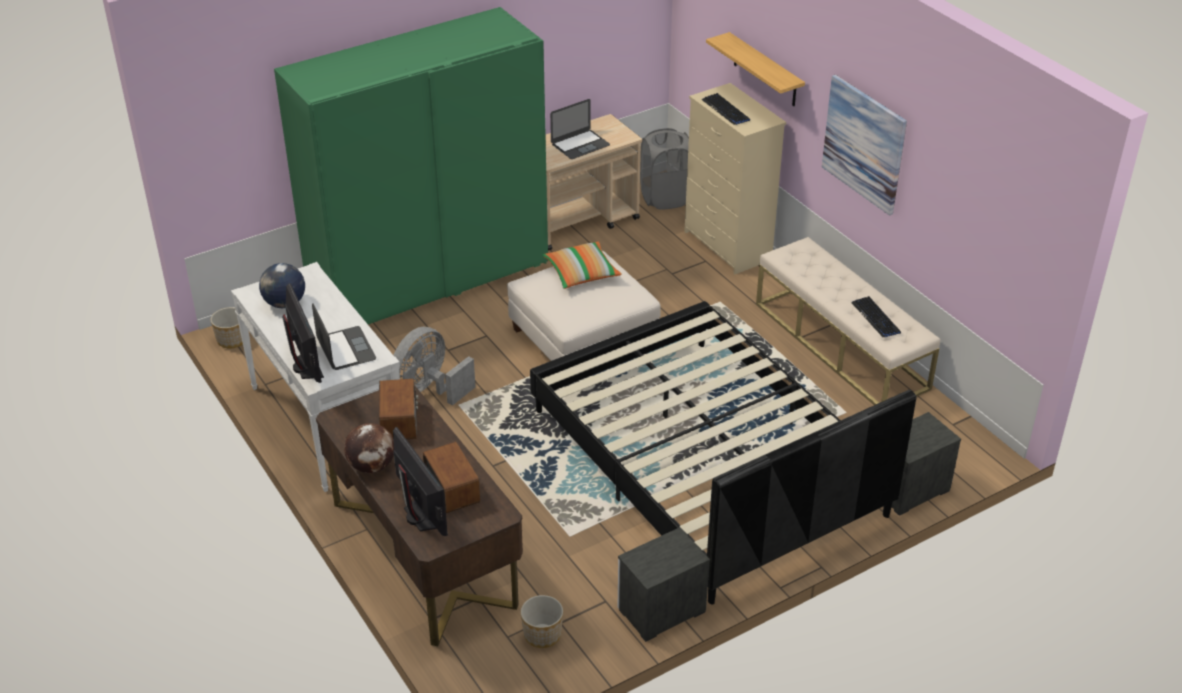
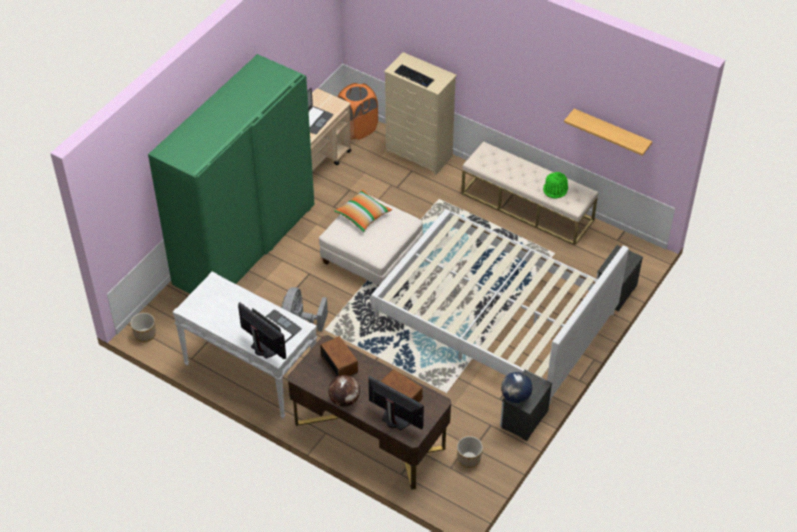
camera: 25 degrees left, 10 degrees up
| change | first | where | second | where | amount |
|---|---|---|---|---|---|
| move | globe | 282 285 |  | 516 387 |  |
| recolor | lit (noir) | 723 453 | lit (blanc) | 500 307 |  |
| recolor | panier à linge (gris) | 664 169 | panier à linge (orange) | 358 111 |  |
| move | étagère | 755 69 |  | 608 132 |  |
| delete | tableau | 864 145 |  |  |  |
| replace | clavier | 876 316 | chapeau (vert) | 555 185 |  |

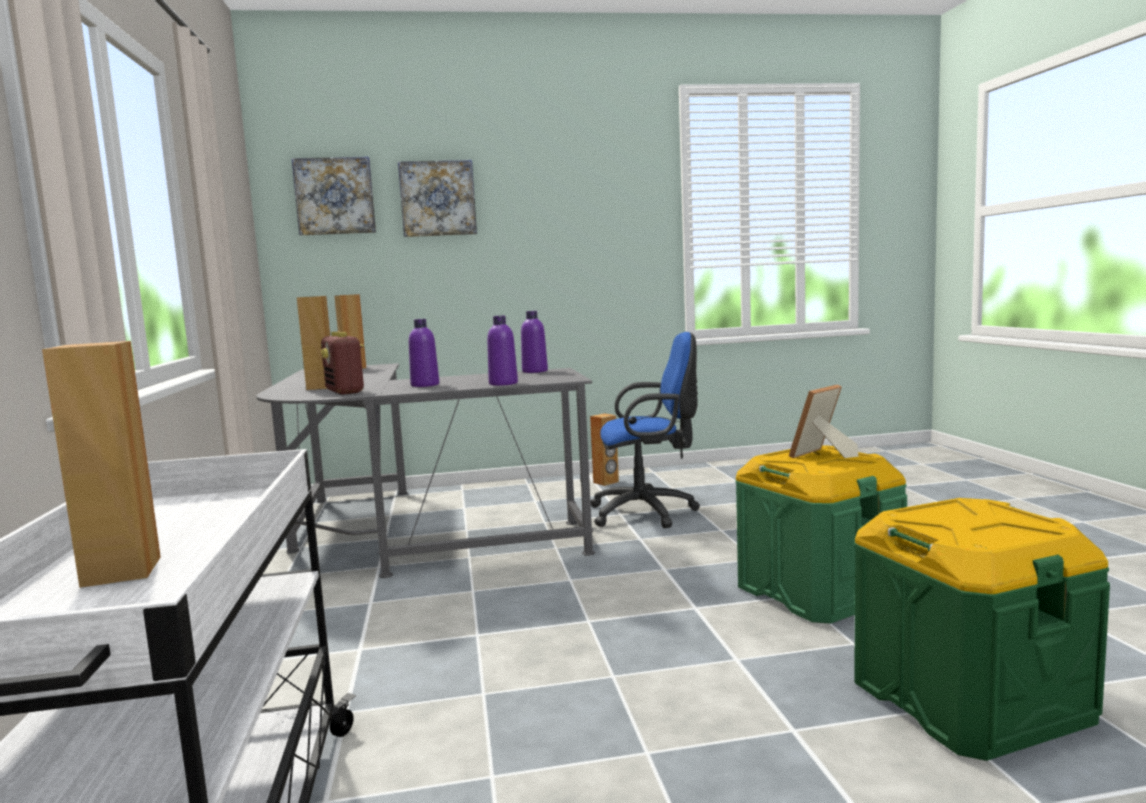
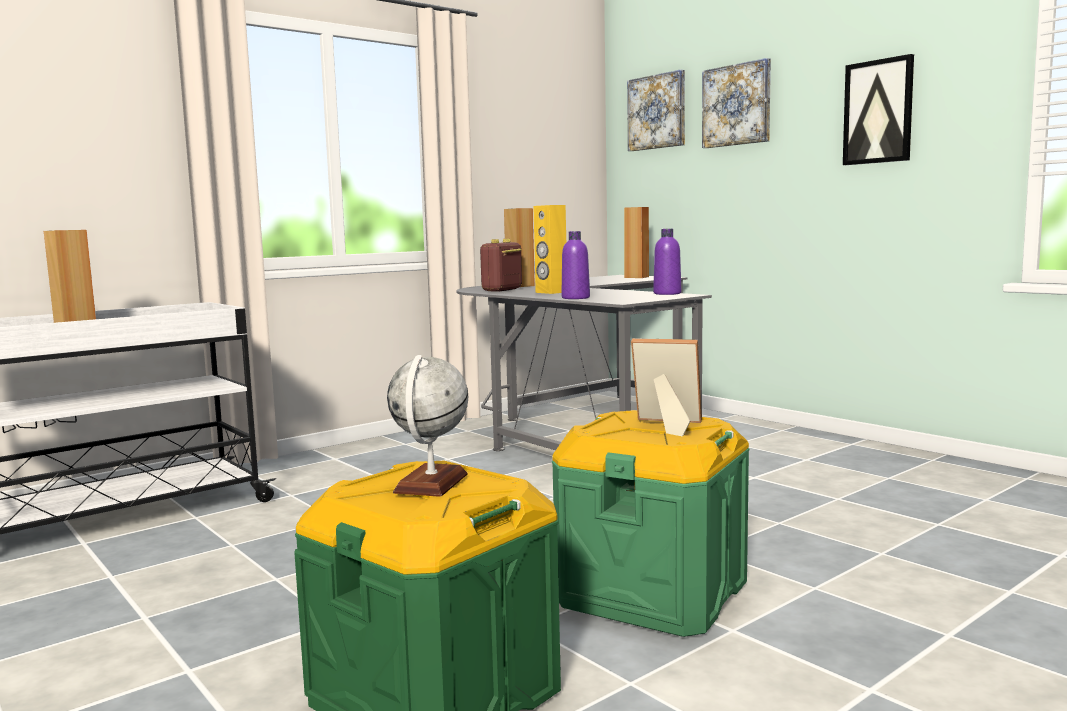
camera: 60 degrees right, 0 degrees up
| change | first | where | second | where | amount |
|---|---|---|---|---|---|
| replace | bouteille (violet) | 424 353 | enceinte (jaune) | 549 249 |  |
| delete | chaise de bureau (bleu) | 645 430 |  |  |  |
| delete | enceinte (marron) | 604 449 |  |  |  |
| insert |  |  | globe | 427 426 |  |
| insert |  |  | tableau | 878 109 |  |

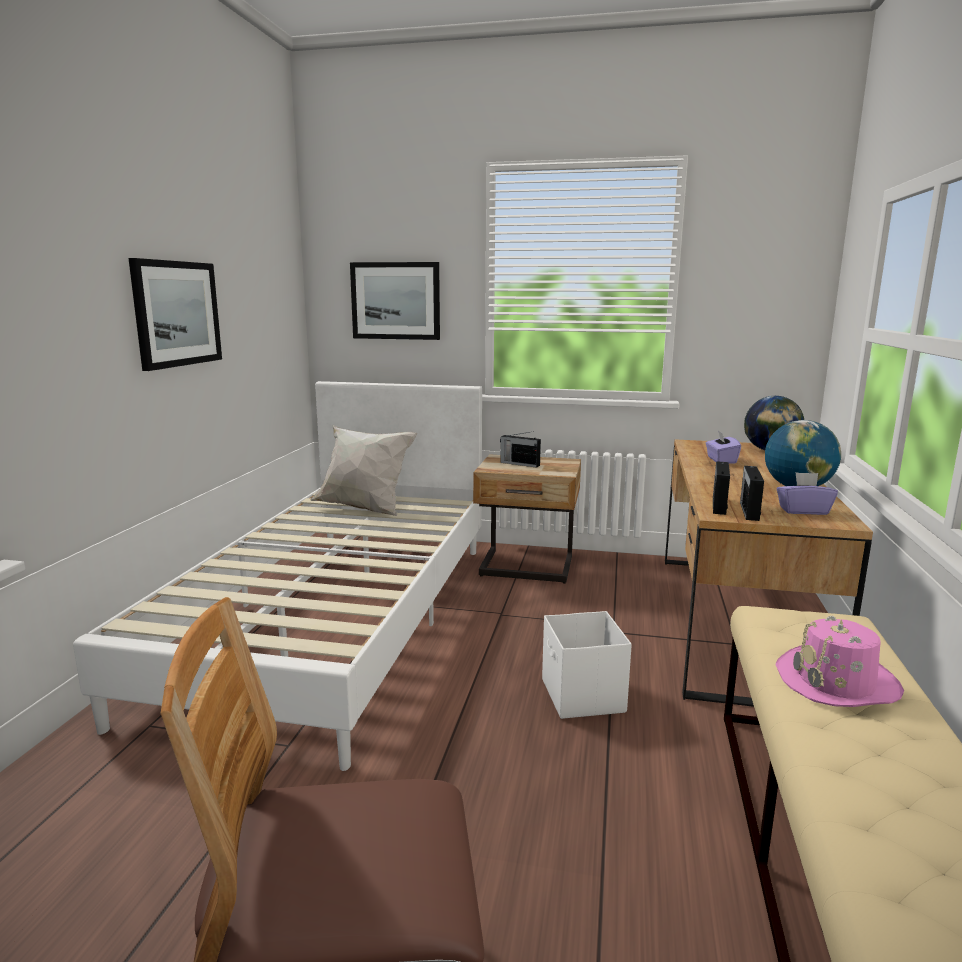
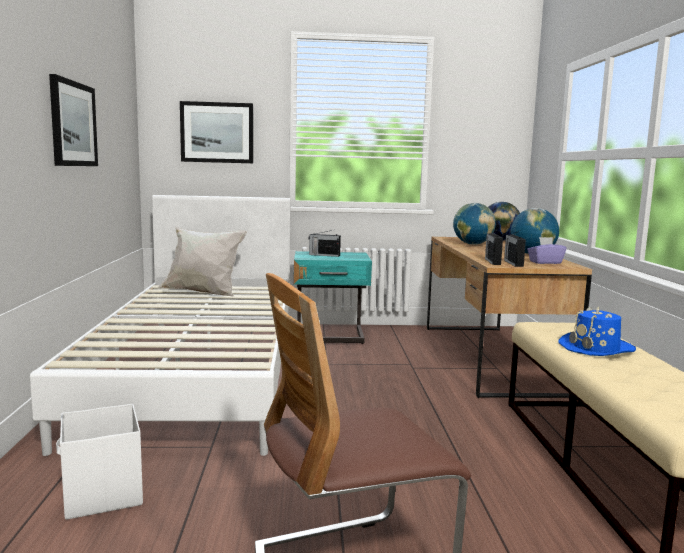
camera: 15 degrees left, 5 degrees down
| change | first | where | second | where | amount |
|---|---|---|---|---|---|
| recolor | table de chevet (beige) | 527 519 | table de chevet (turquoise) | 333 297 |  |
| move | boîte de rangement (blanc) | 587 665 |  | 99 462 |  |
| replace | boîte à mouchoirs (violet) | 723 447 | globe | 474 224 |  |
| recolor | chapeau (rose) | 840 661 | chapeau (bleu) | 597 331 |  |

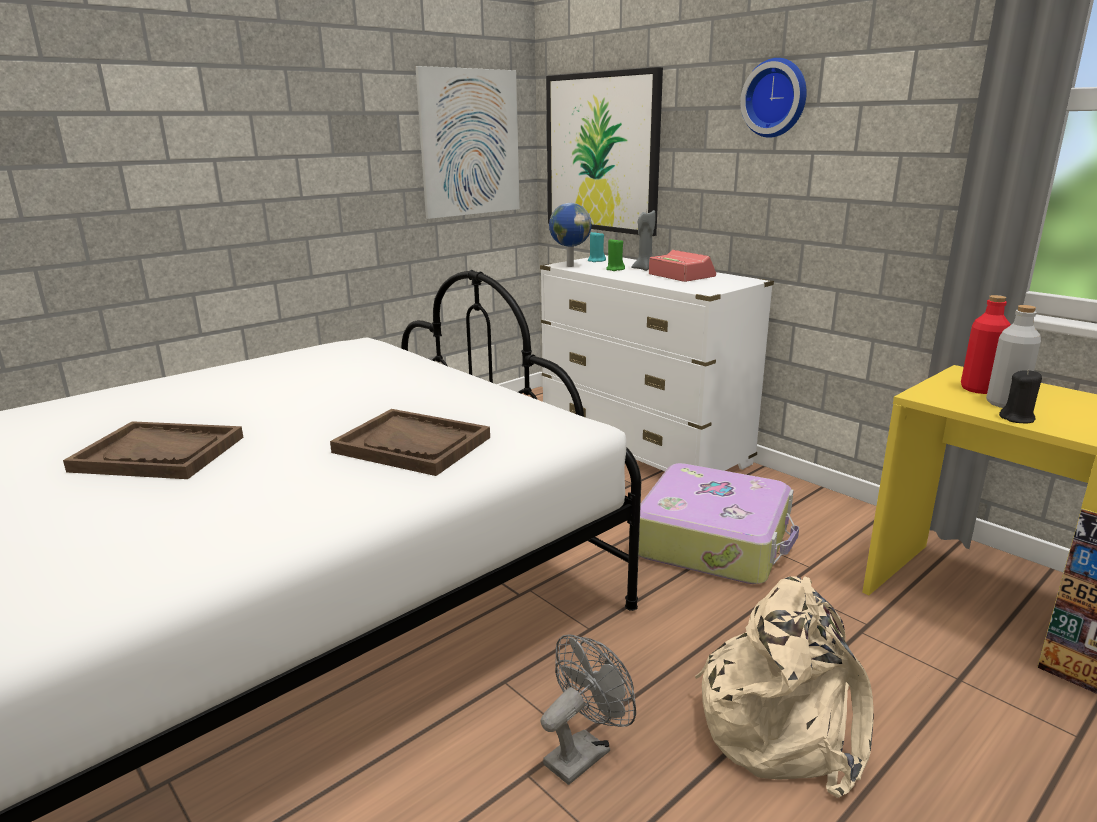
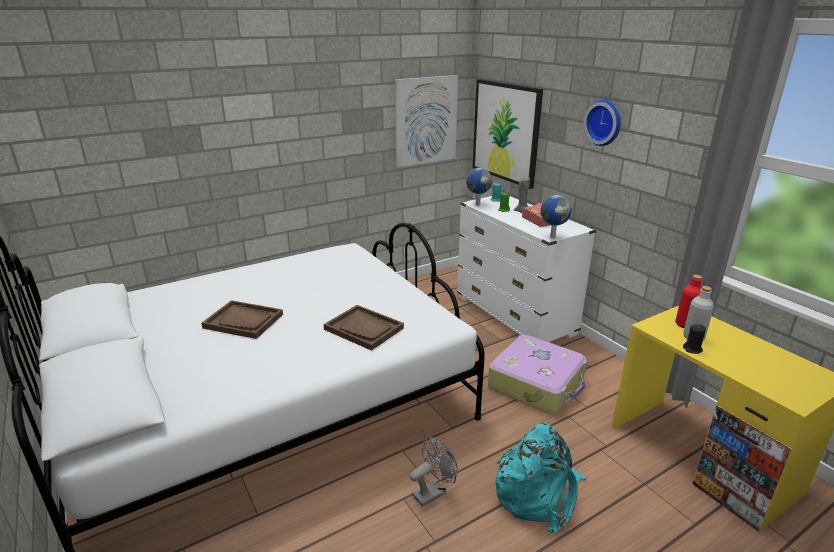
camera: 10 degrees right, 5 degrees up
| change | first | where | second | where | amount |
|---|---|---|---|---|---|
| recolor | sac à dos (beige) | 784 687 | sac à dos (turquoise) | 541 478 |  |
| insert |  |  | globe | 556 216 |  |

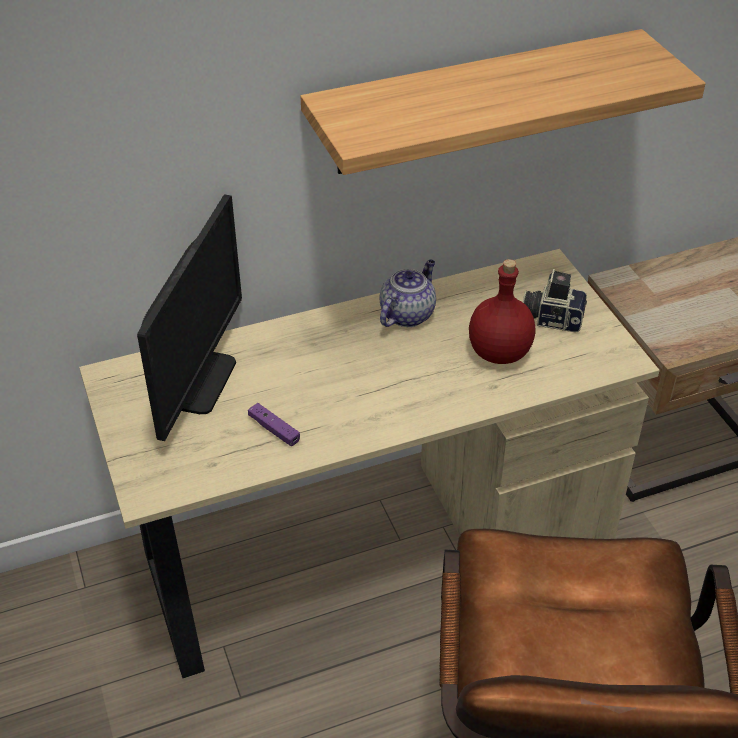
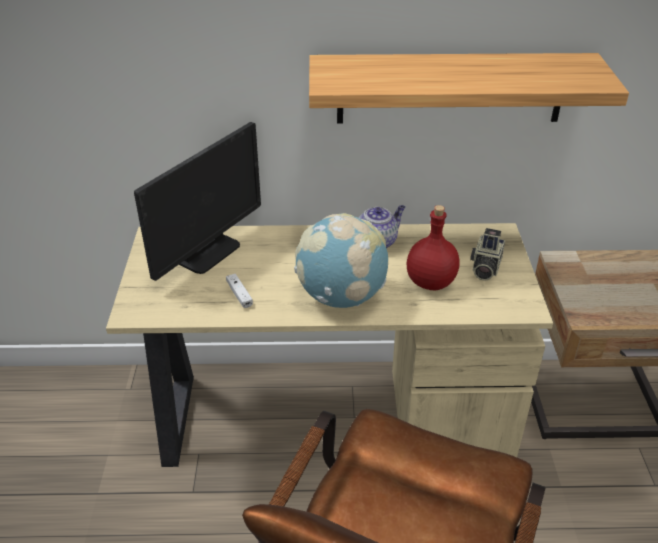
camera: 20 degrees right, 5 degrees down
| change | first | where | second | where | amount |
|---|---|---|---|---|---|
| recolor | manette (violet) | 274 424 | manette (blanc) | 239 291 |  |
| rotate | appareil photo | 555 300 |  | 487 254 | 105 degrees counterclockwise |
| insert |  |  | globe | 341 260 |  |

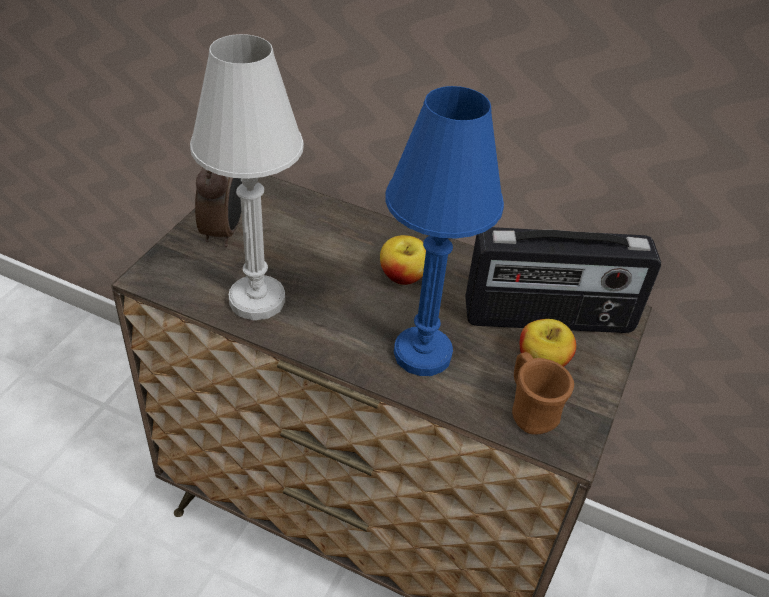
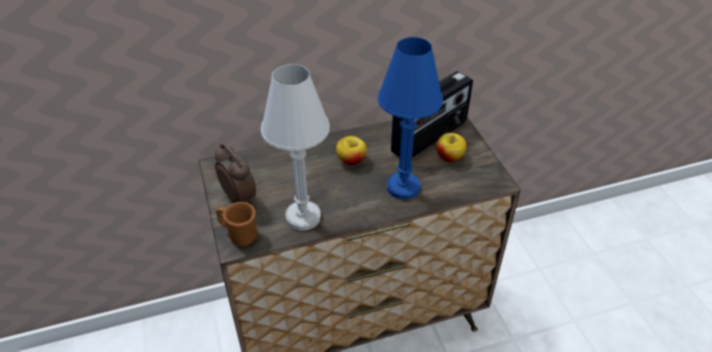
camera: 40 degrees left, 0 degrees up
| change | first | where | second | where | amount |
|---|---|---|---|---|---|
| move | mug (marron) | 543 393 |  | 236 224 |  |

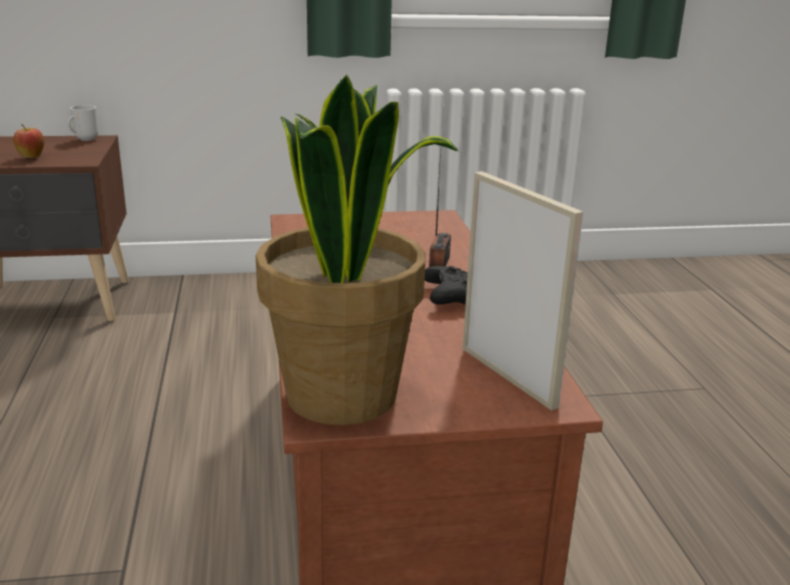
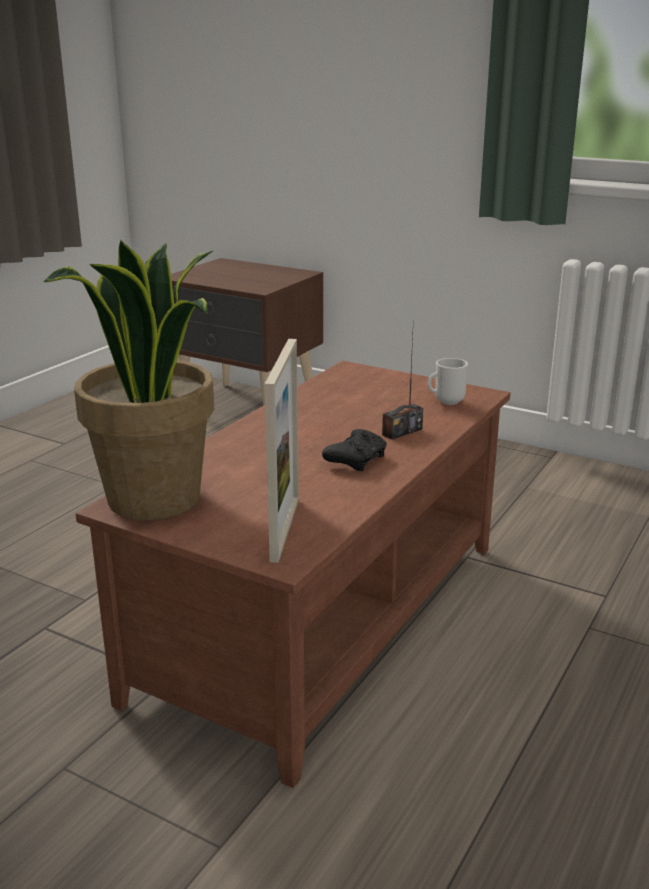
camera: 40 degrees right, 0 degrees up
| change | first | where | second | where | amount |
|---|---|---|---|---|---|
| delete | pomme | 28 141 |  |  |  |
| move | mug | 83 123 |  | 448 381 |  |

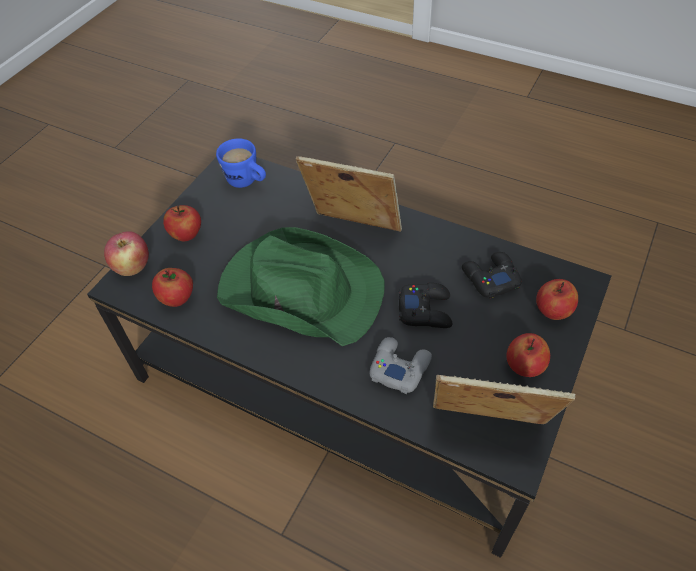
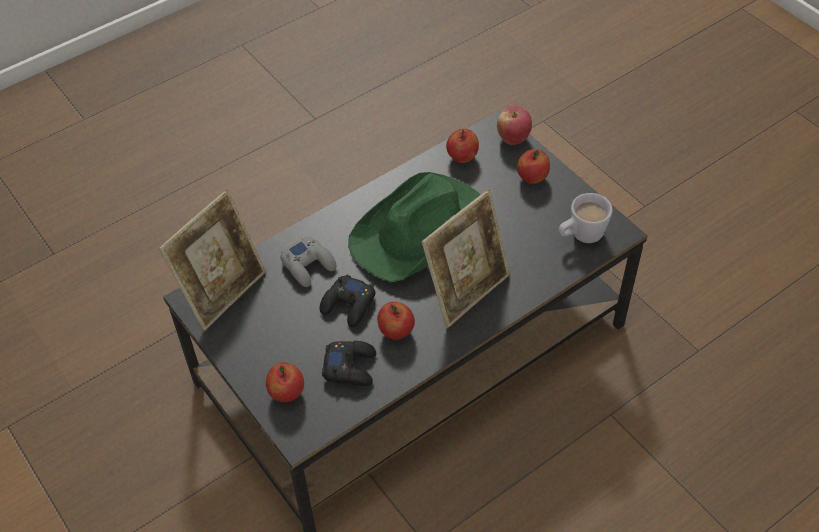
camera: 115 degrees right, 0 degrees up
| change | first | where | second | where | amount |
|---|---|---|---|---|---|
| recolor | mug (bleu) | 241 163 | mug (blanc) | 585 218 |  |
| move | pomme | 528 355 |  | 396 321 |  |

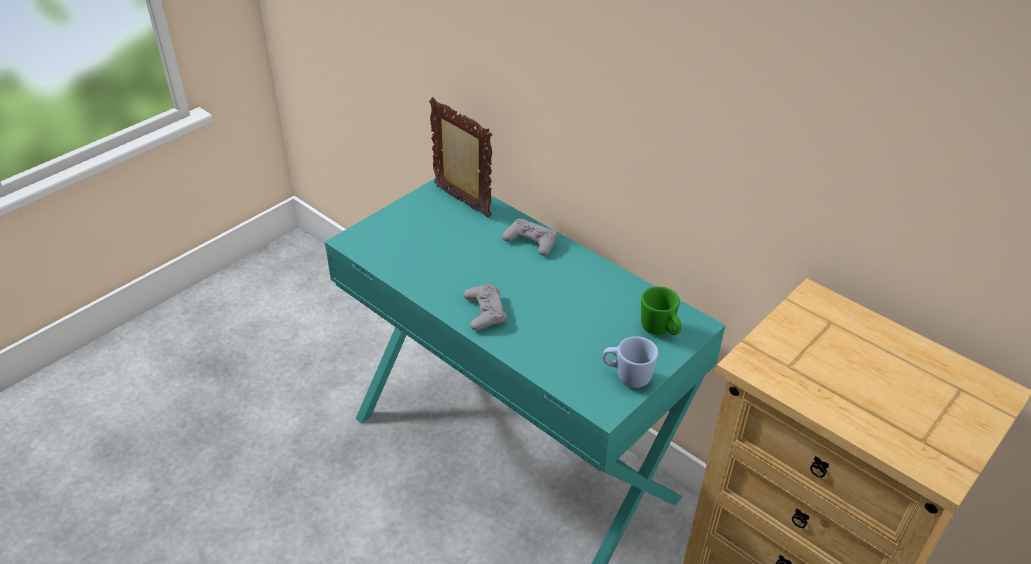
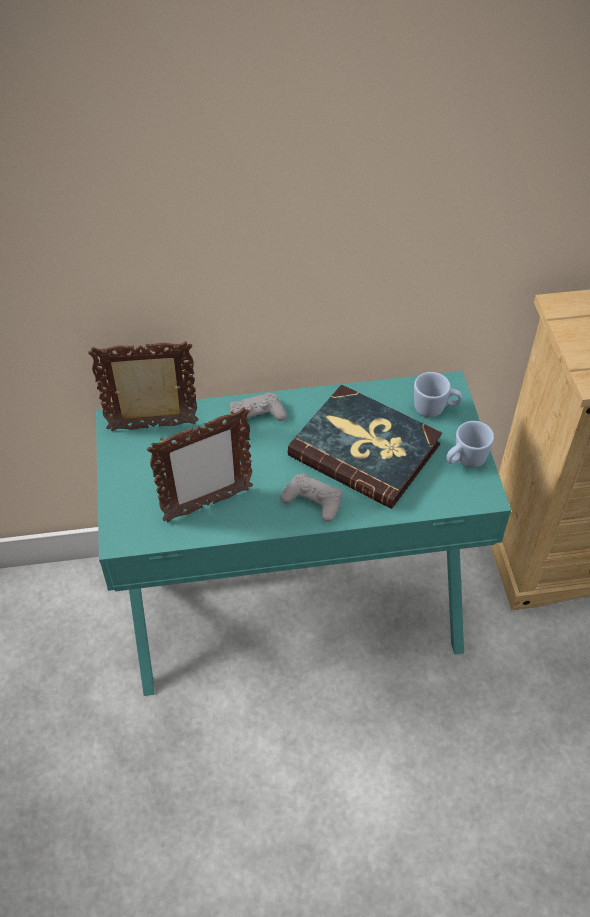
camera: 50 degrees left, 10 degrees up
| change | first | where | second | where | amount |
|---|---|---|---|---|---|
| recolor | mug (vert) | 661 310 | mug (bleu) | 438 395 |  |
| insert |  |  | cadre photo | 200 465 |  |
| insert |  |  | livre | 364 447 |  |

